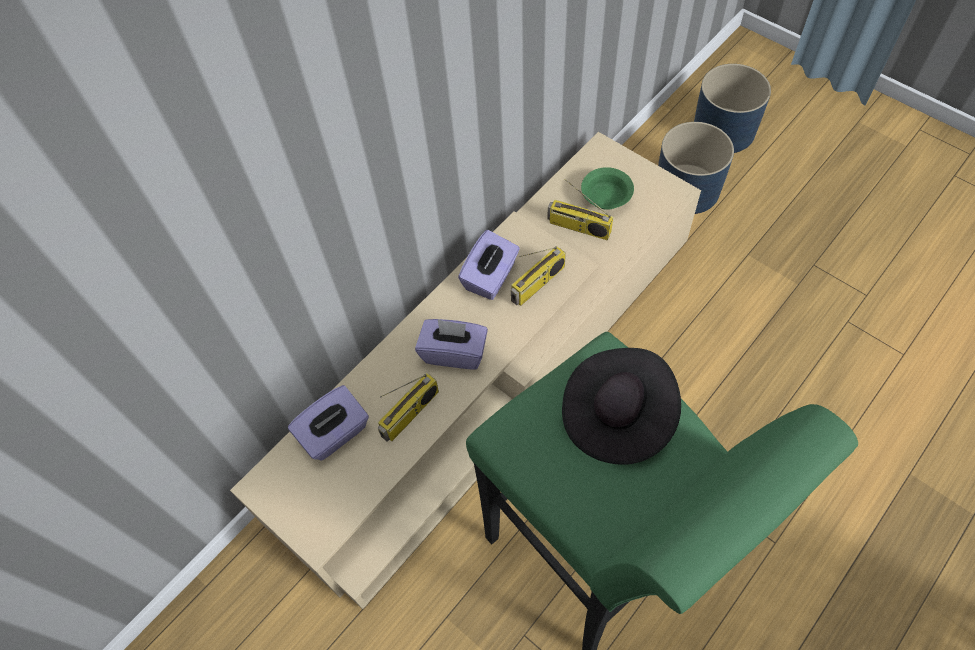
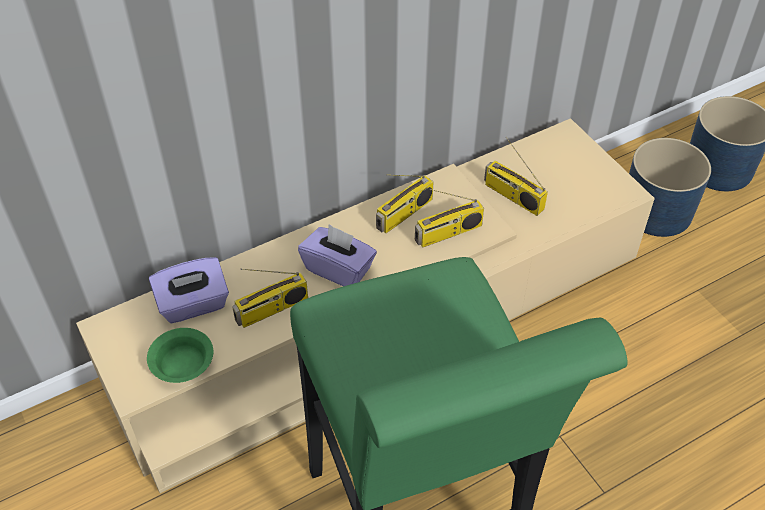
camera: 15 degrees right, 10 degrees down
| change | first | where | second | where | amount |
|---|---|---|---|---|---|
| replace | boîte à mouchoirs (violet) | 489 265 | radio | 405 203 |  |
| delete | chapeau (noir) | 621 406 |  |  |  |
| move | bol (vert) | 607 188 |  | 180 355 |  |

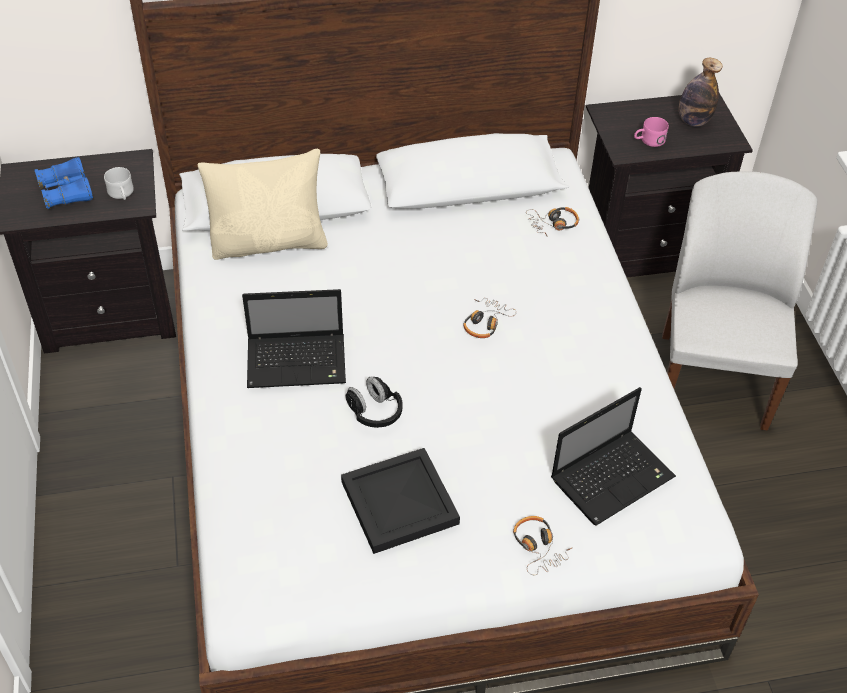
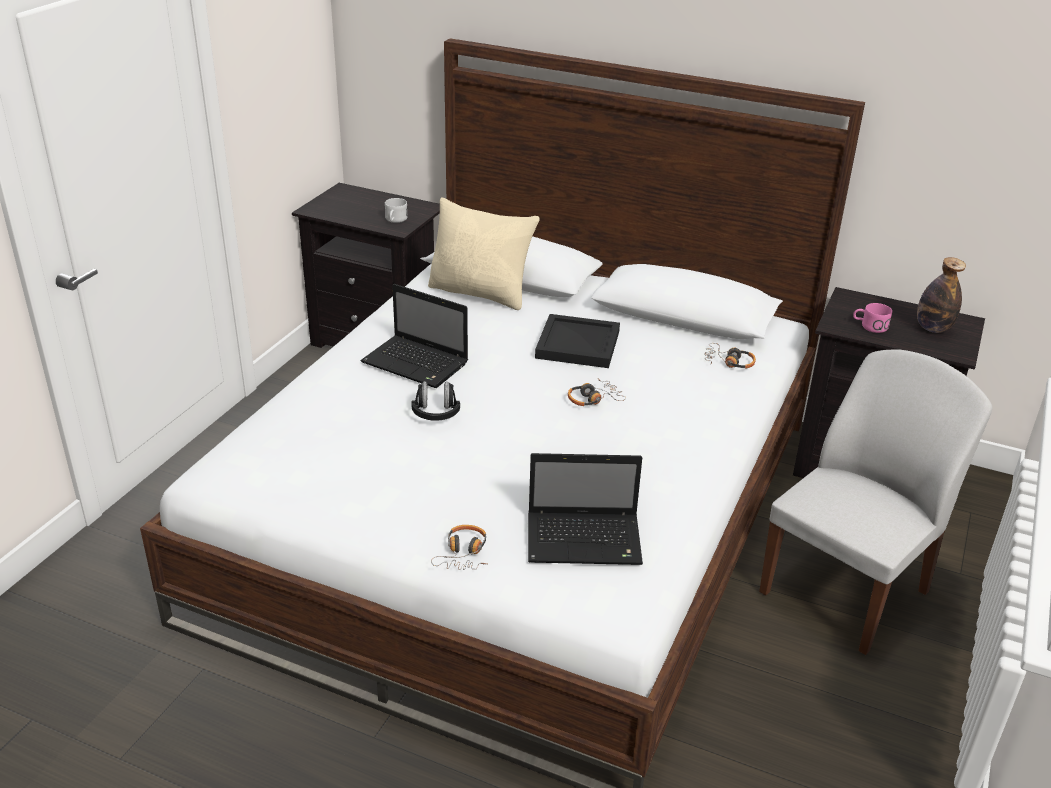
camera: 35 degrees right, 15 degrees down
| change | first | where | second | where | amount |
|---|---|---|---|---|---|
| delete | jumelles (bleu) | 63 183 |  |  |  |
| move | plateau (noir) | 400 501 |  | 577 341 |  |

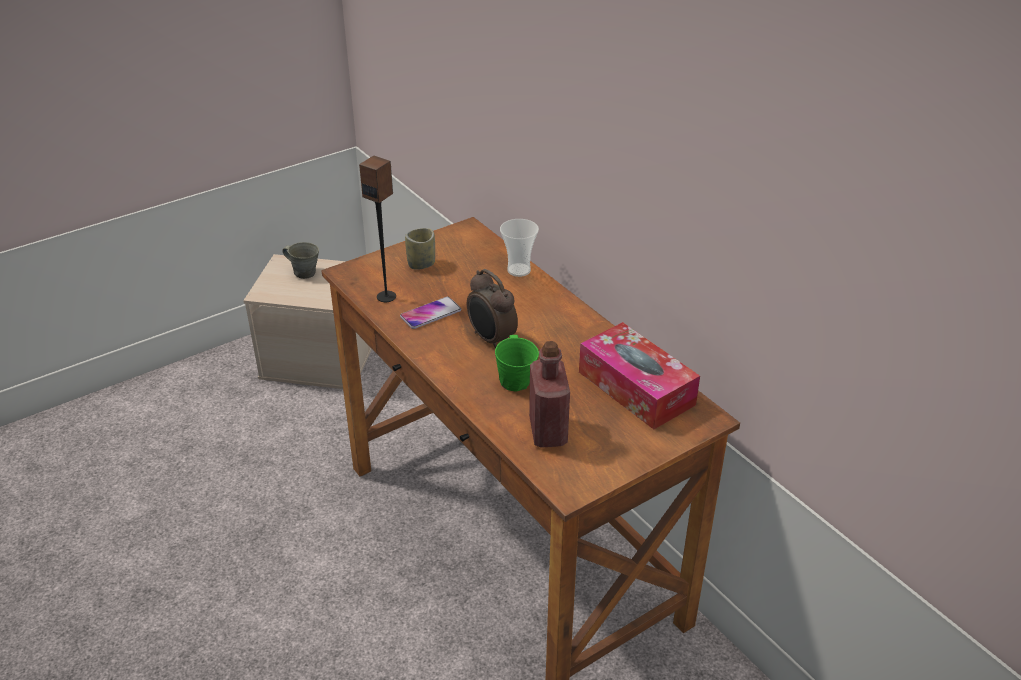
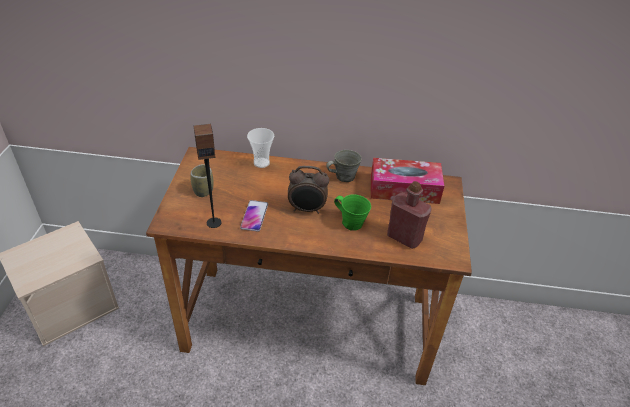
camera: 50 degrees left, 5 degrees up
| change | first | where | second | where | amount |
|---|---|---|---|---|---|
| move | mug (gris) | 300 260 |  | 344 166 |  |

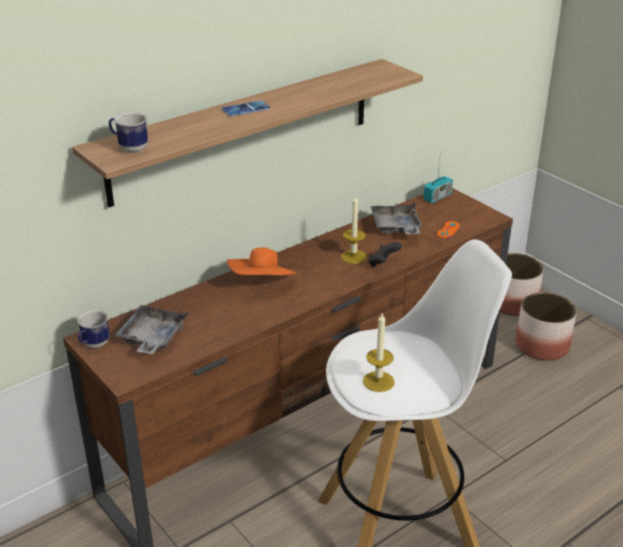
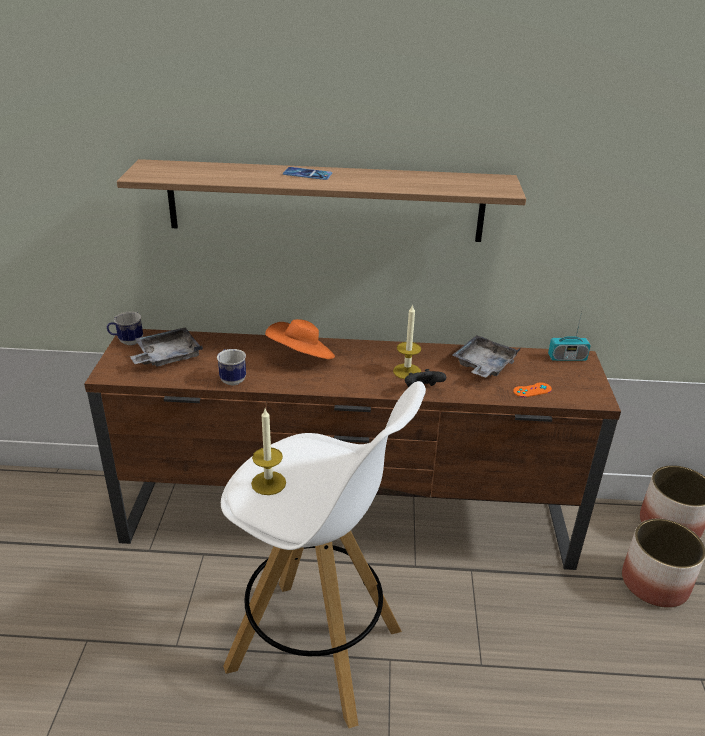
camera: 40 degrees right, 0 degrees up
| change | first | where | second | where | amount |
|---|---|---|---|---|---|
| move | mug | 128 132 |  | 231 367 |  |

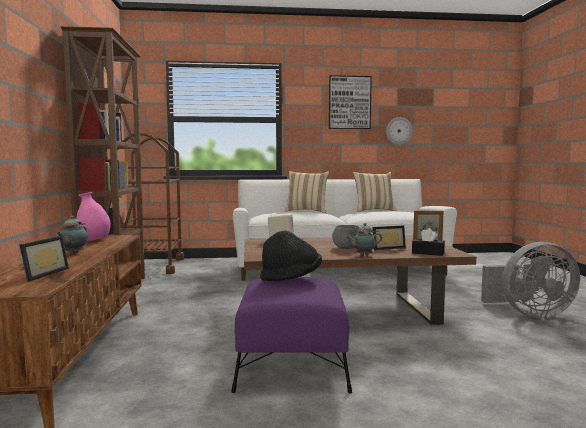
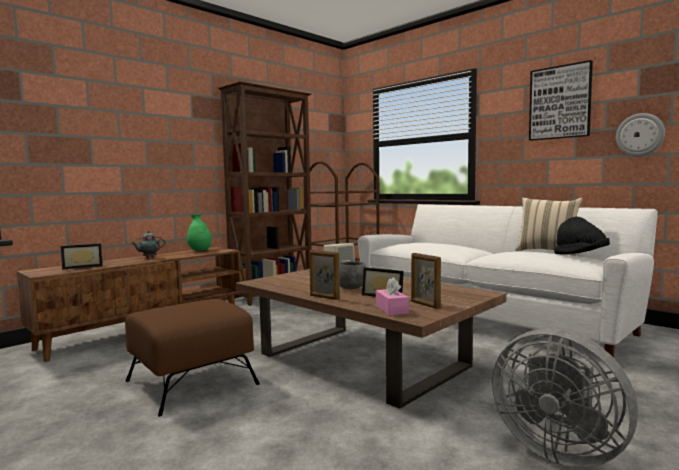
camera: 50 degrees right, 0 degrees up
| change | first | where | second | where | amount |
|---|---|---|---|---|---|
| recolor | vase (rose) | 93 216 | vase (vert) | 199 232 |  |
| recolor | pouf (violet) | 291 335 | pouf (marron) | 192 357 |  |
| move | chapeau (noir) | 291 256 |  | 582 236 |  |
| delete | coussin (beige) | 306 192 |  |  |  |
| replace | théière | 364 239 | cadre photo | 324 275 |  |
| recolor | boîte à mouchoirs (noir) | 428 242 | boîte à mouchoirs (rose) | 392 297 |  |

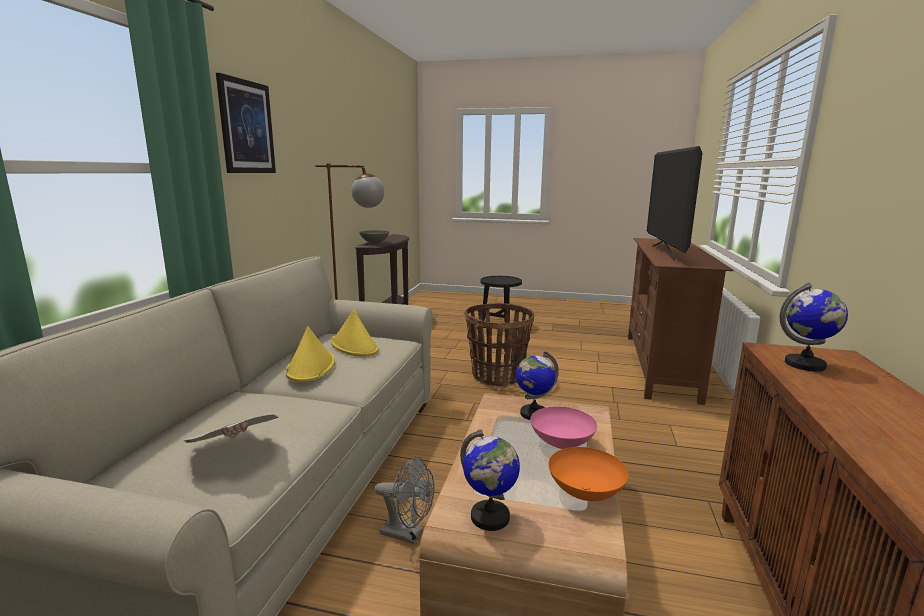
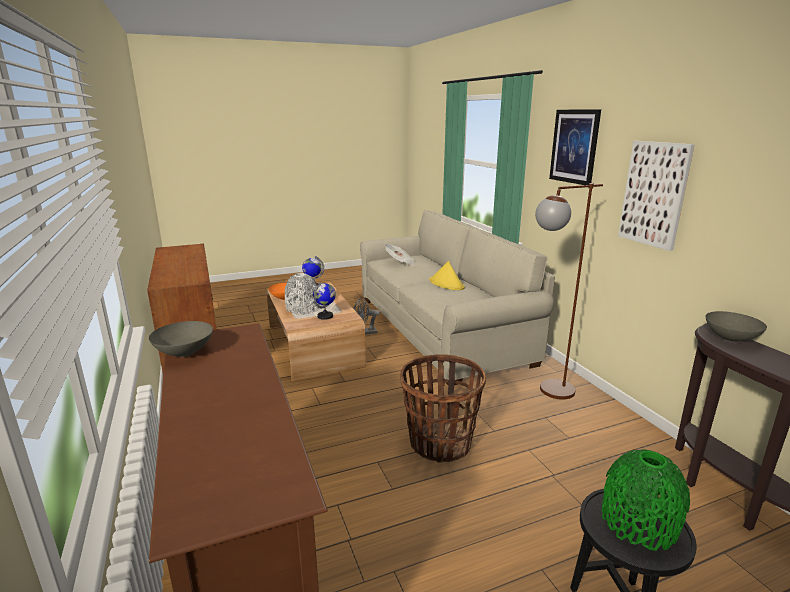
camera: 145 degrees right, 5 degrees up
| change | first | where | second | where | amount |
|---|---|---|---|---|---|
| delete | chapeau (jaune) | 355 333 |  |  |  |
| replace | bol (rose) | 563 428 | vase (gris) | 302 294 |  |
| delete | téléviseur | 675 203 |  |  |  |
| delete | globe | 814 327 |  |  |  |
| insert |  |  | bol (gris) | 181 339 |  |
| insert |  |  | vase (vert) | 646 500 |  |
| insert |  |  | tableau | 656 196 |  |

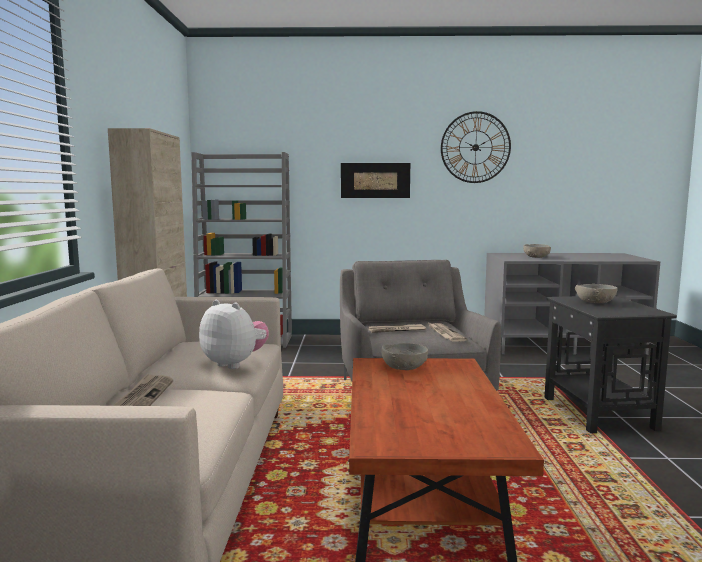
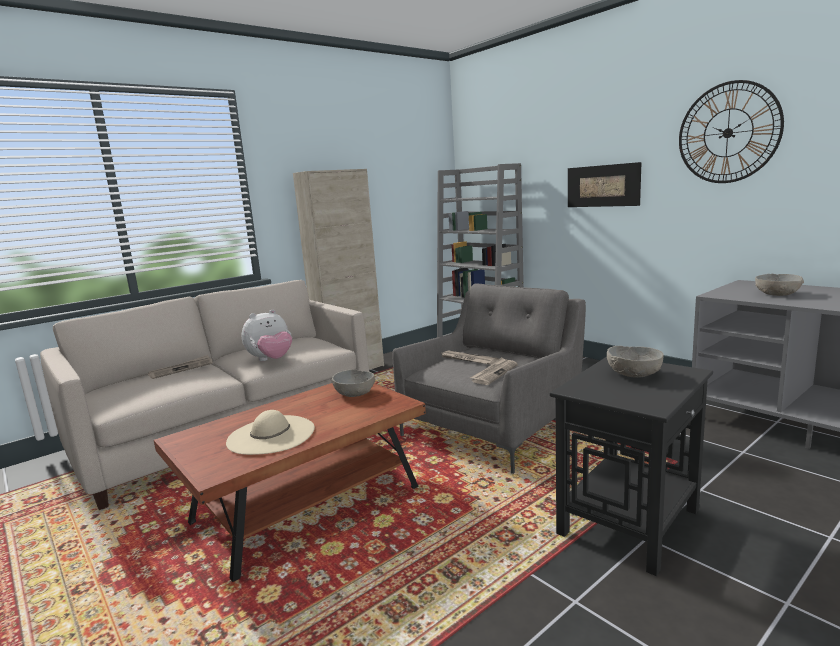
camera: 50 degrees right, 5 degrees up
| change | first | where | second | where | amount |
|---|---|---|---|---|---|
| rotate | peluche | 234 334 |  | 266 335 | 60 degrees clockwise |
| insert |  |  | chapeau (beige) | 270 432 |  |

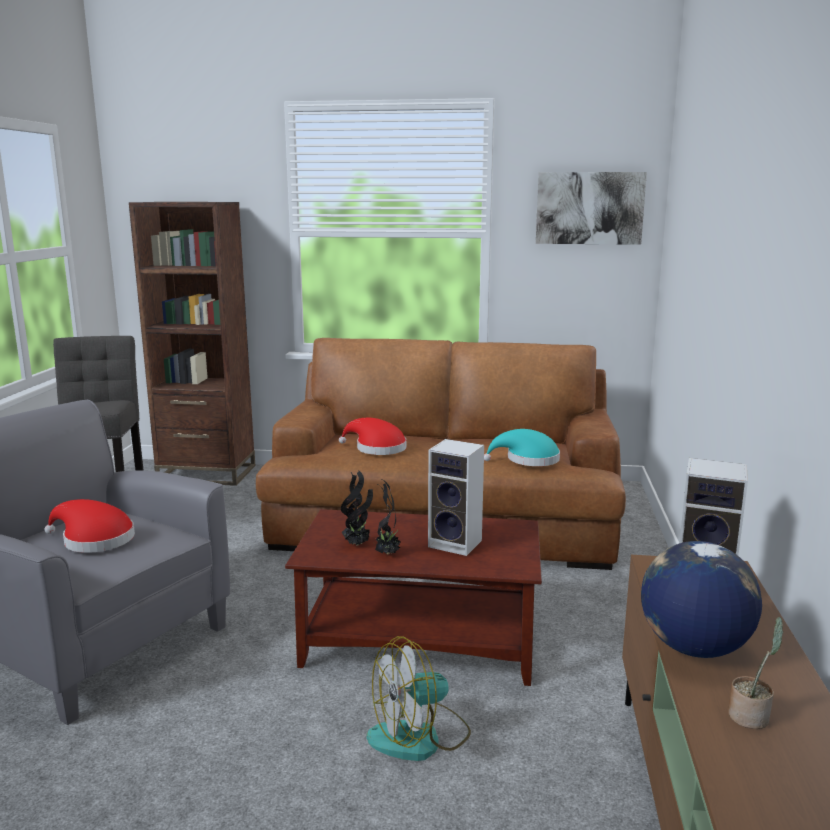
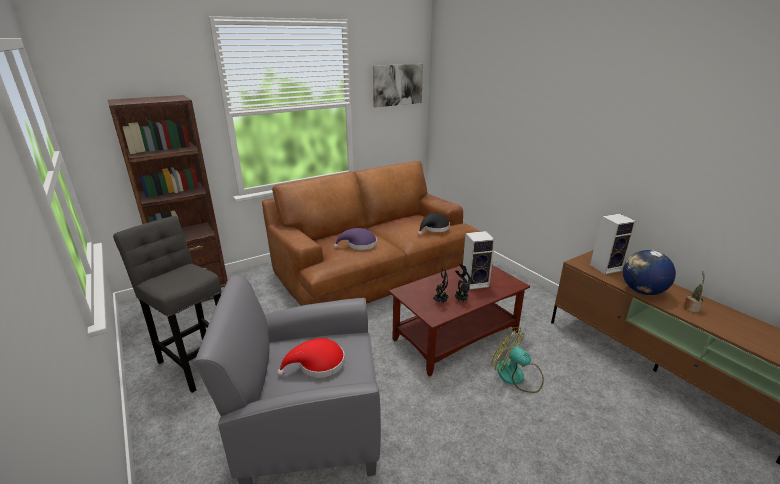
camera: 40 degrees left, 10 degrees up
| change | first | where | second | where | amount |
|---|---|---|---|---|---|
| recolor | chapeau (rouge) | 373 436 | chapeau (violet) | 355 239 |  |
| rotate | ventilateur | 419 698 |  | 517 360 | 105 degrees clockwise |
| recolor | chapeau (turquoise) | 522 447 | chapeau (noir) | 434 224 |  |

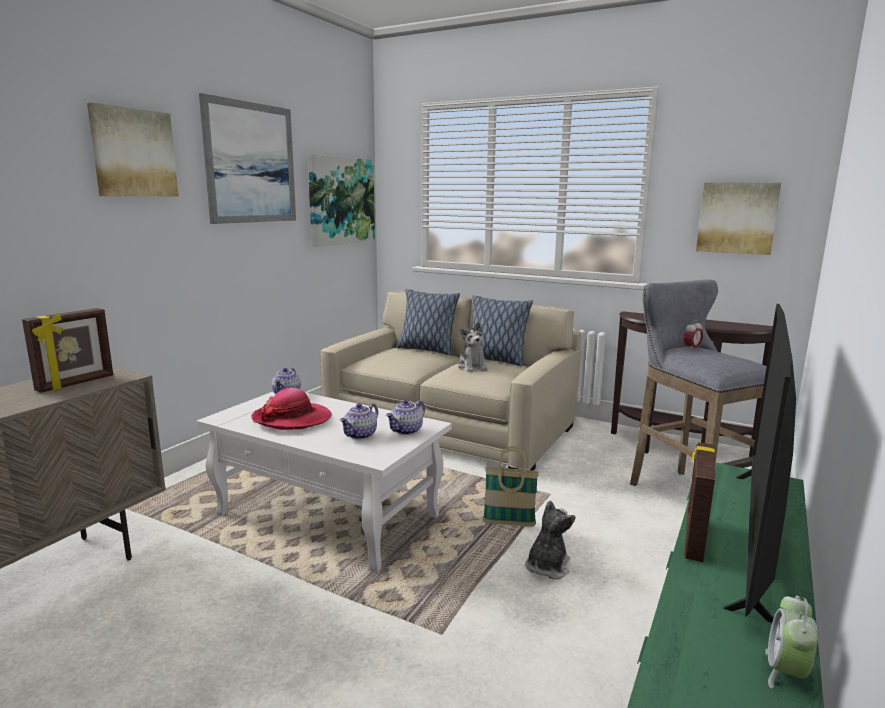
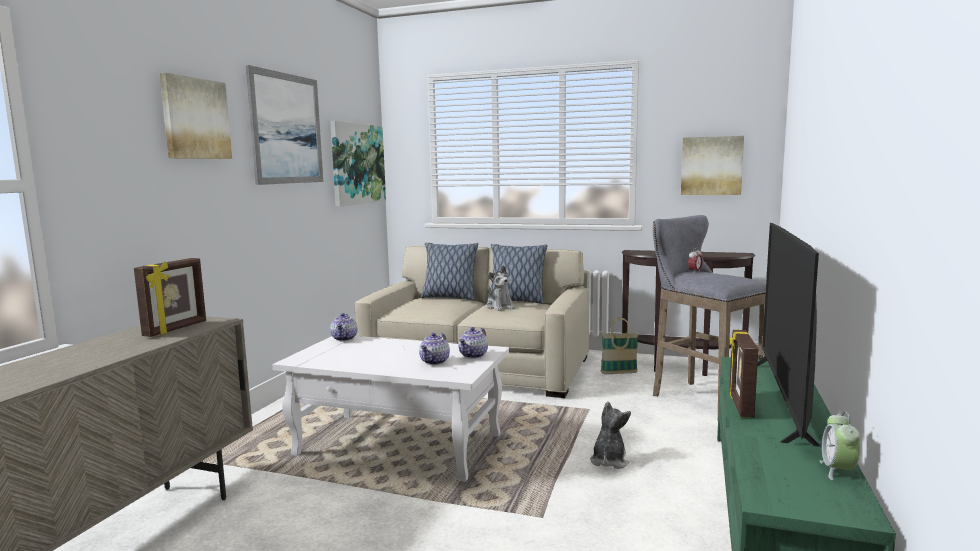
camera: 10 degrees left, 5 degrees down
| change | first | where | second | where | amount |
|---|---|---|---|---|---|
| delete | chapeau | 291 409 |  |  |  |
| move | panier | 511 486 |  | 620 346 |  |

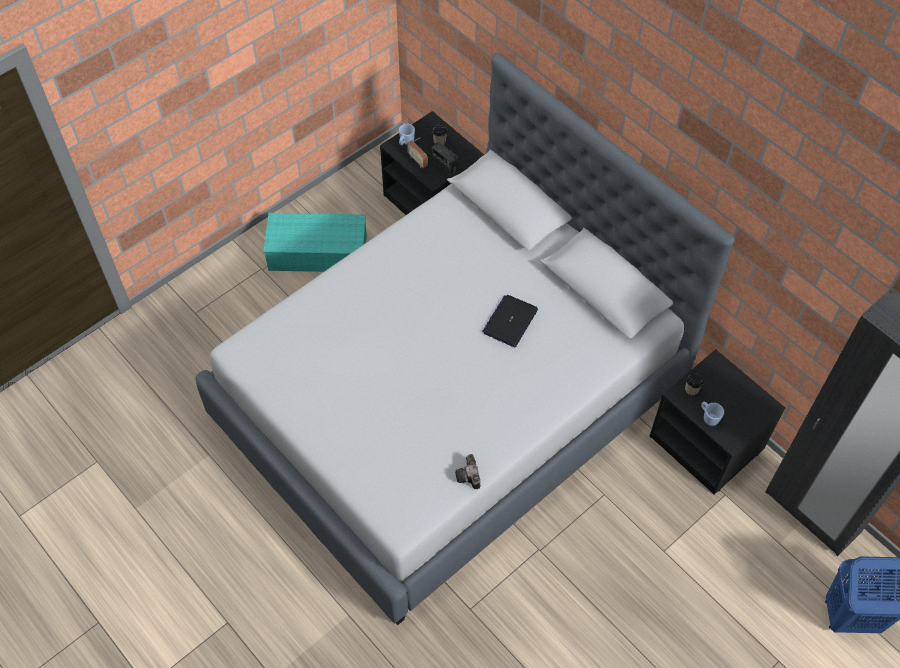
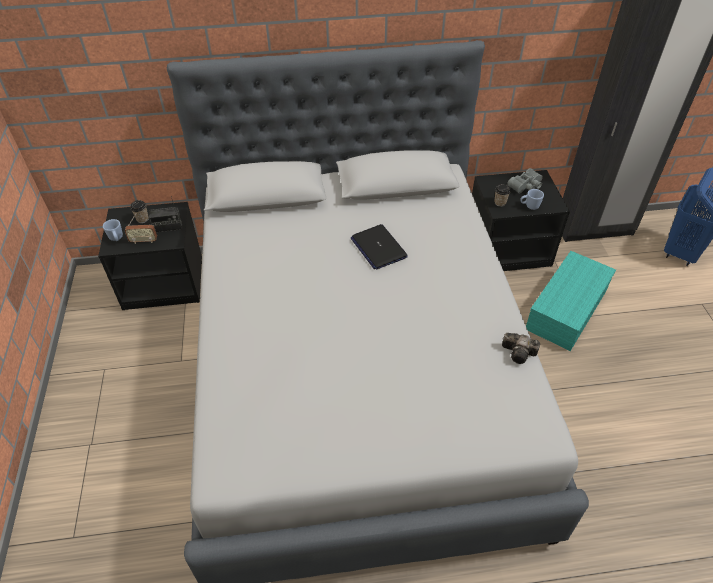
camera: 55 degrees left, 10 degrees down
| change | first | where | second | where | amount |
|---|---|---|---|---|---|
| move | boîte de rangement (turquoise) | 315 242 |  | 571 301 |  |
| insert |  |  | jumelles (gris) | 525 180 |  |

